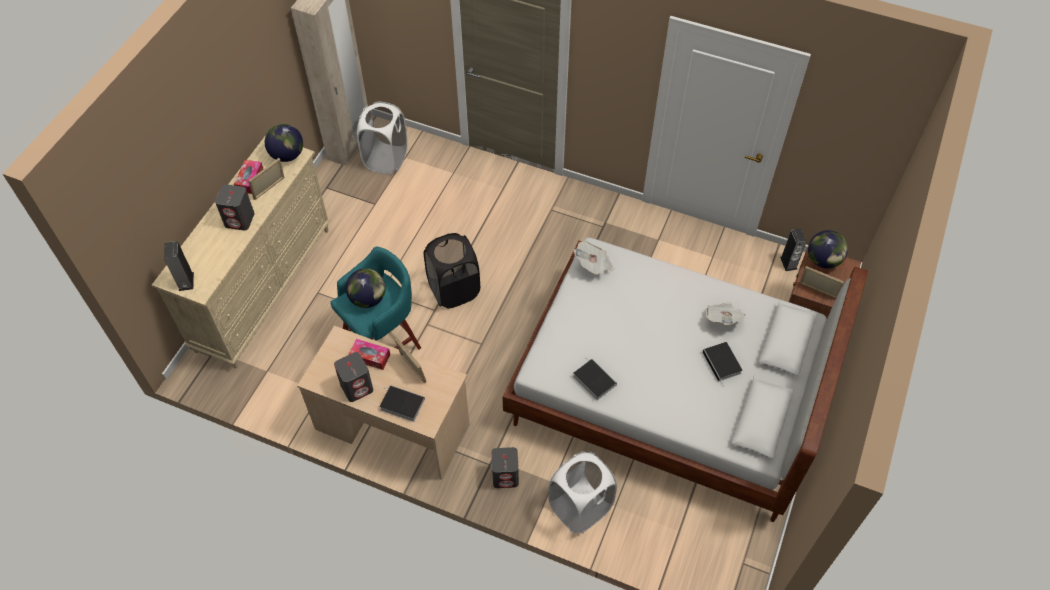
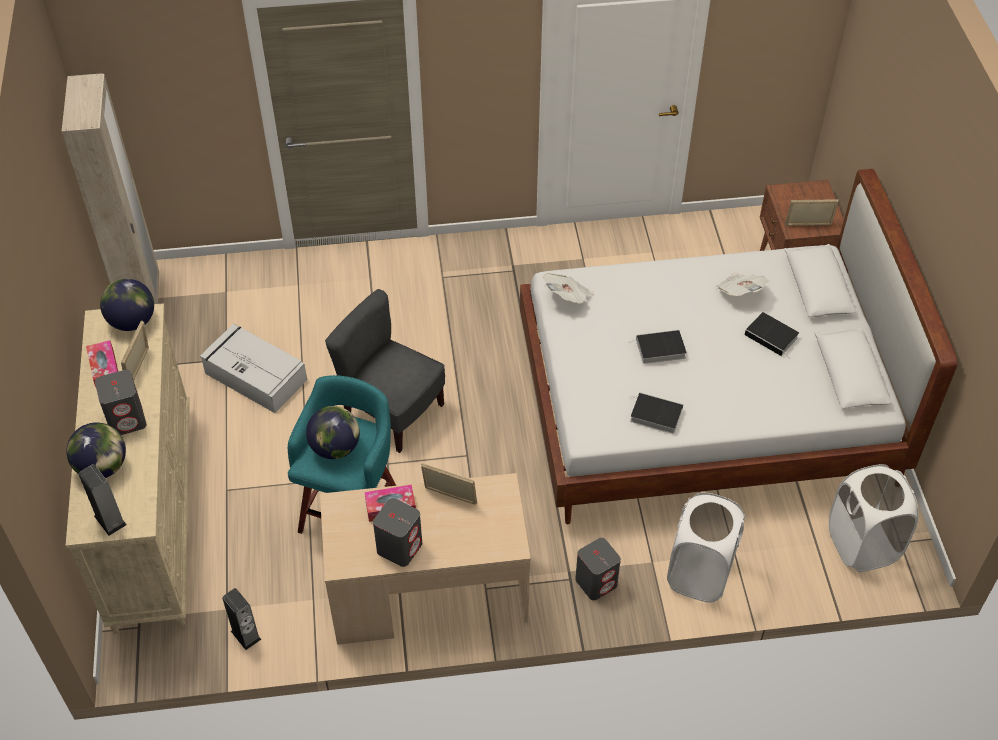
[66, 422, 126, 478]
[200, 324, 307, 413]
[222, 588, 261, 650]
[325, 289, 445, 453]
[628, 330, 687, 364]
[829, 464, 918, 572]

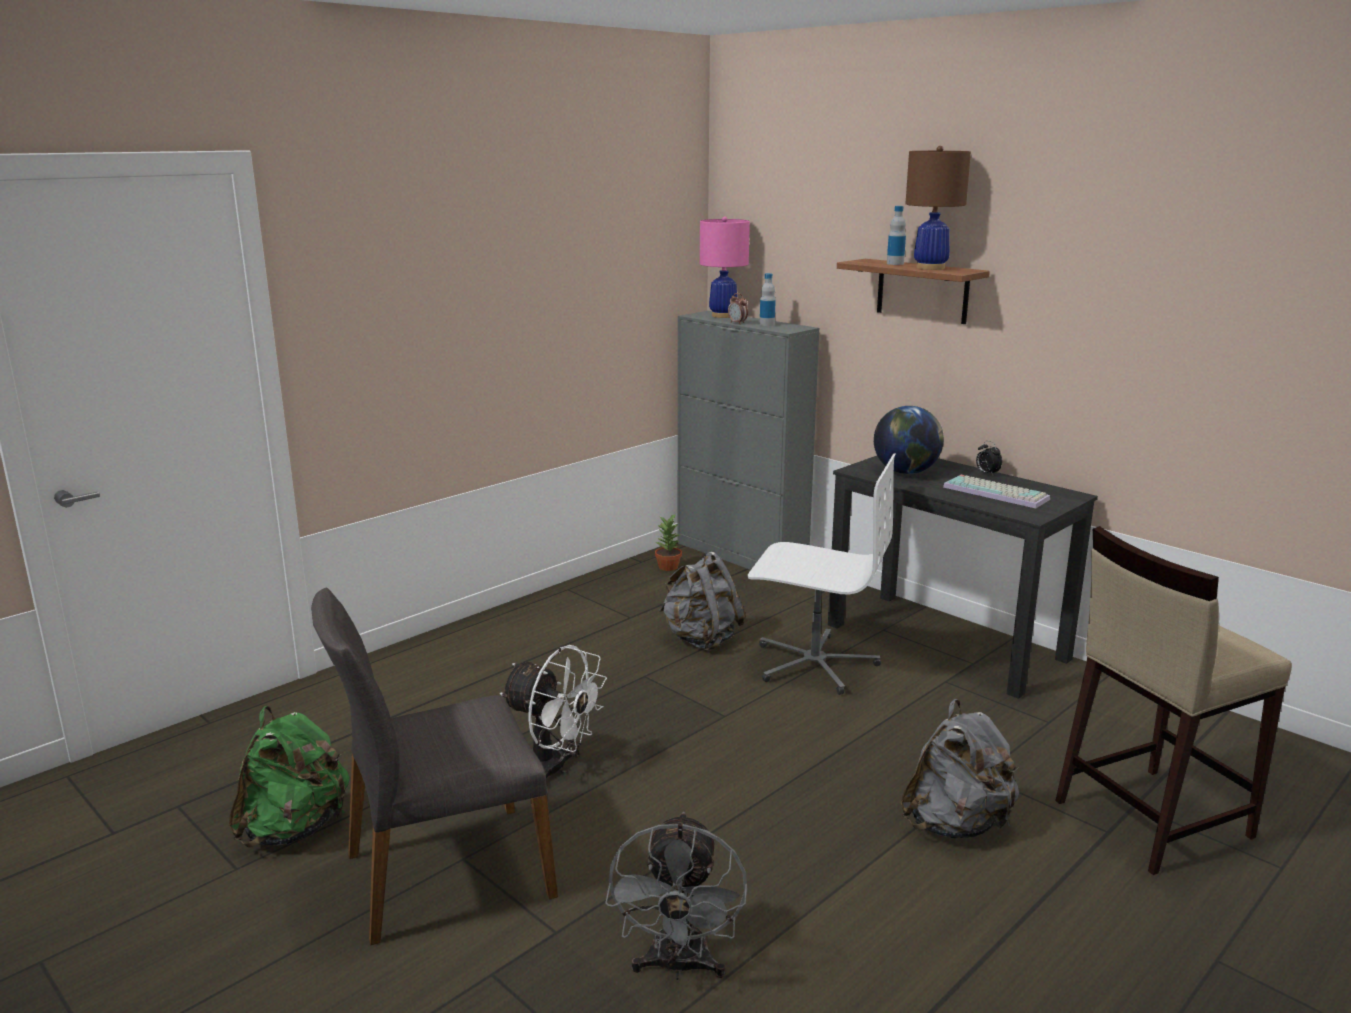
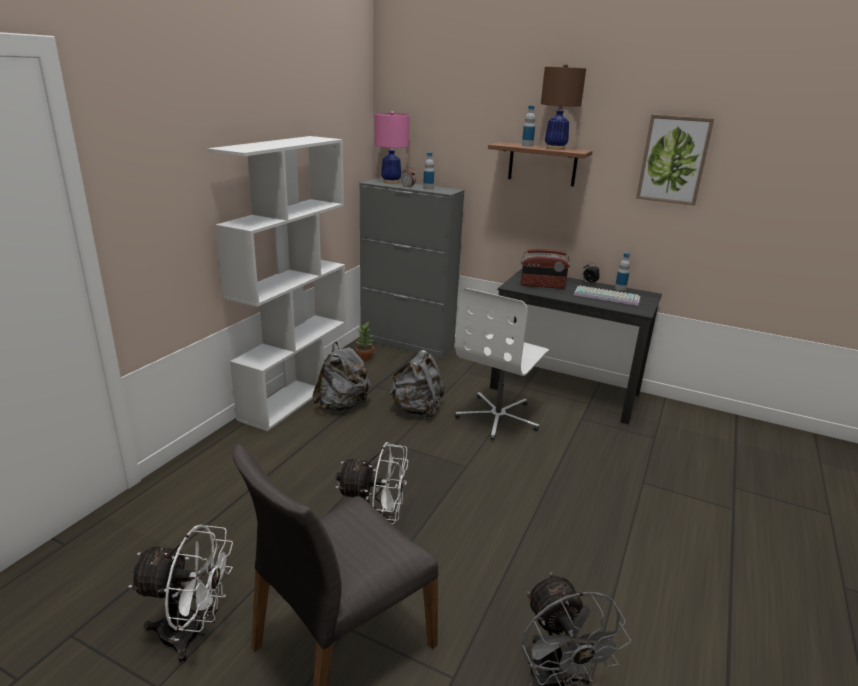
[128, 524, 233, 664]
[207, 136, 346, 431]
[312, 342, 371, 411]
[455, 288, 549, 440]
[521, 249, 570, 289]
[615, 253, 630, 291]
[636, 114, 714, 206]
[1055, 526, 1292, 875] (first image)

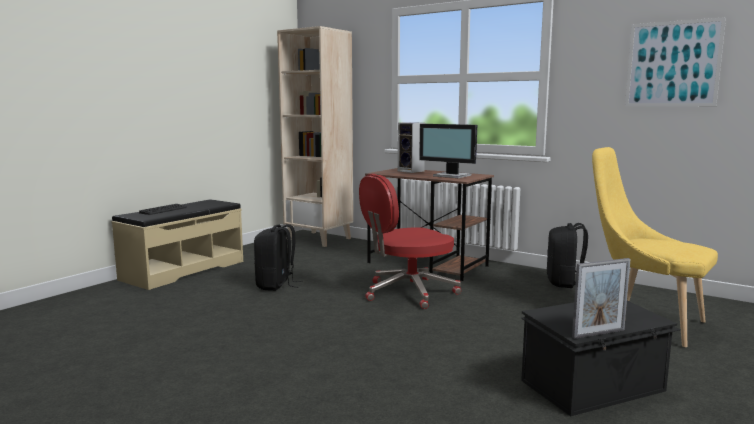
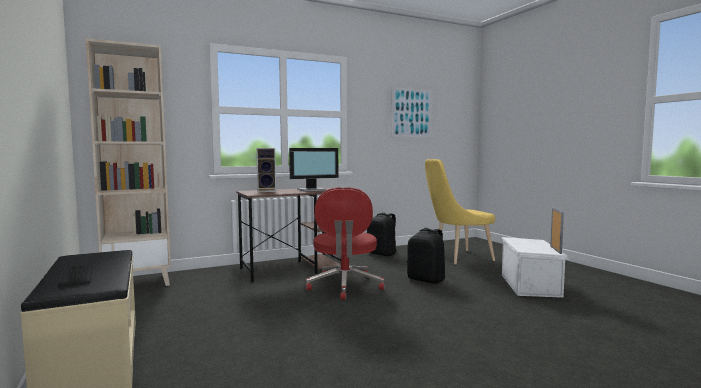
[407, 228, 445, 284]
[502, 237, 570, 298]

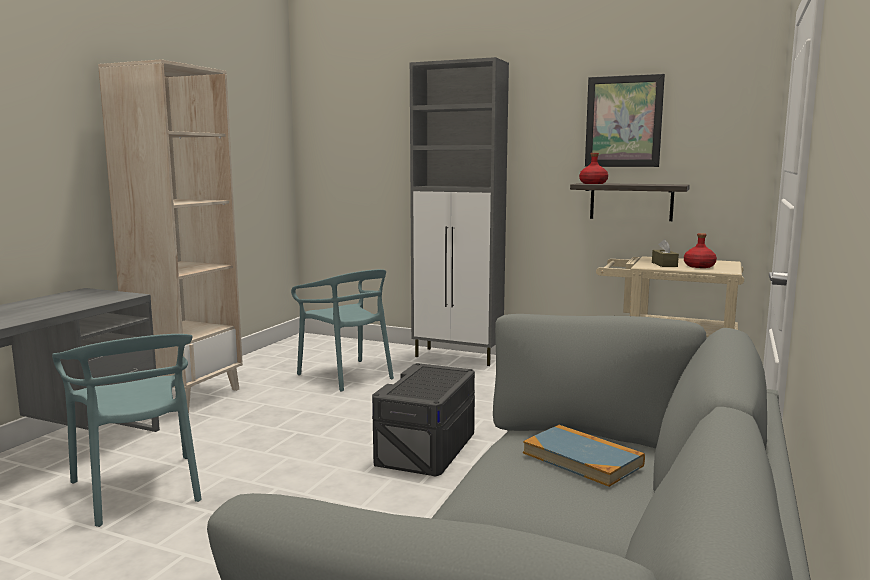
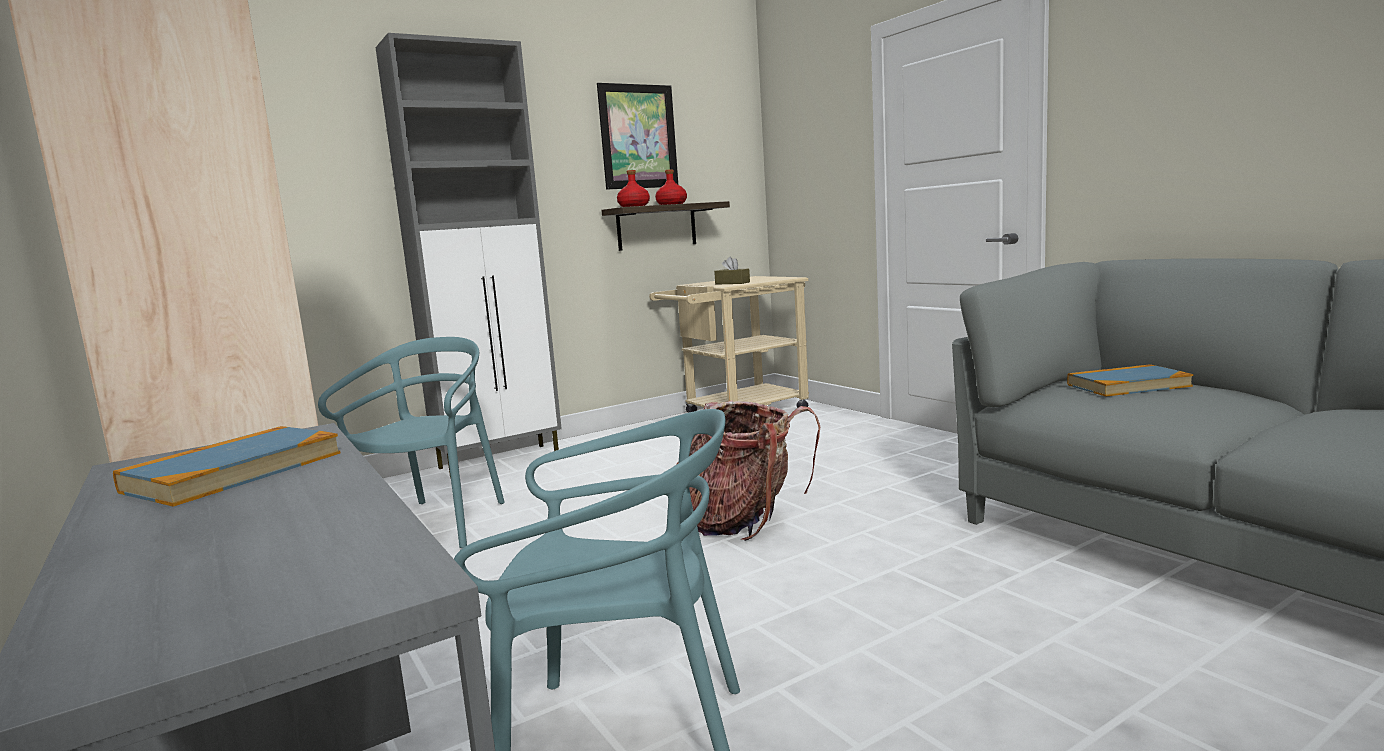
[113, 426, 340, 507]
[318, 337, 505, 548]
[655, 169, 687, 205]
[676, 400, 820, 541]

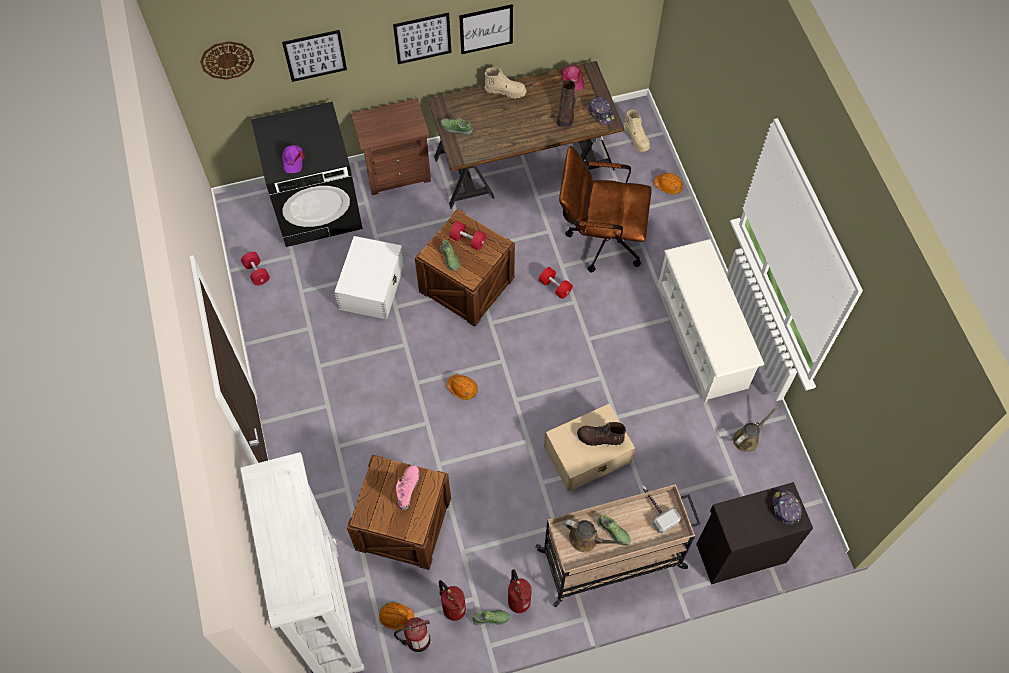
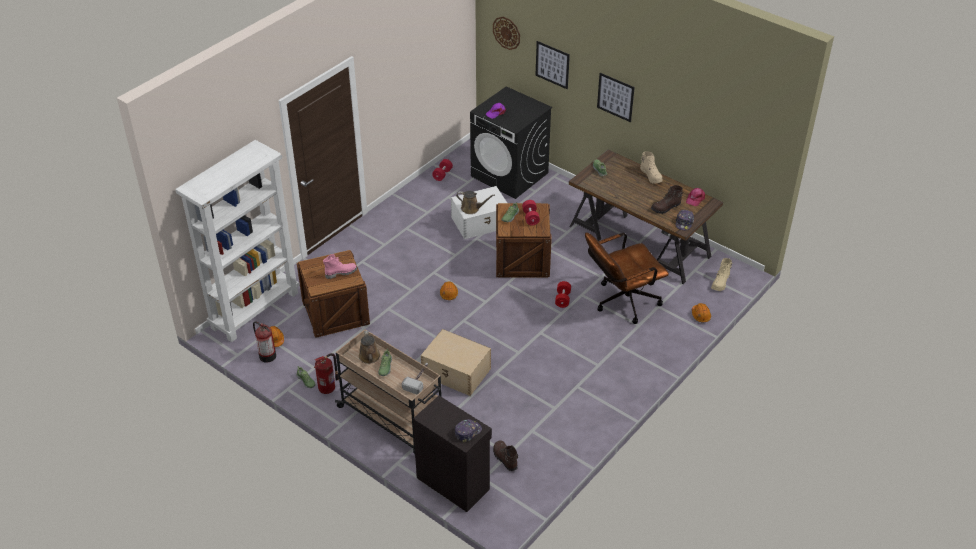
[456, 191, 495, 214]
[493, 440, 518, 471]
[585, 232, 669, 324]
[351, 98, 431, 195] (first image)
[439, 580, 466, 621] (first image)
[459, 4, 513, 54] (first image)
[658, 239, 764, 402] (first image)

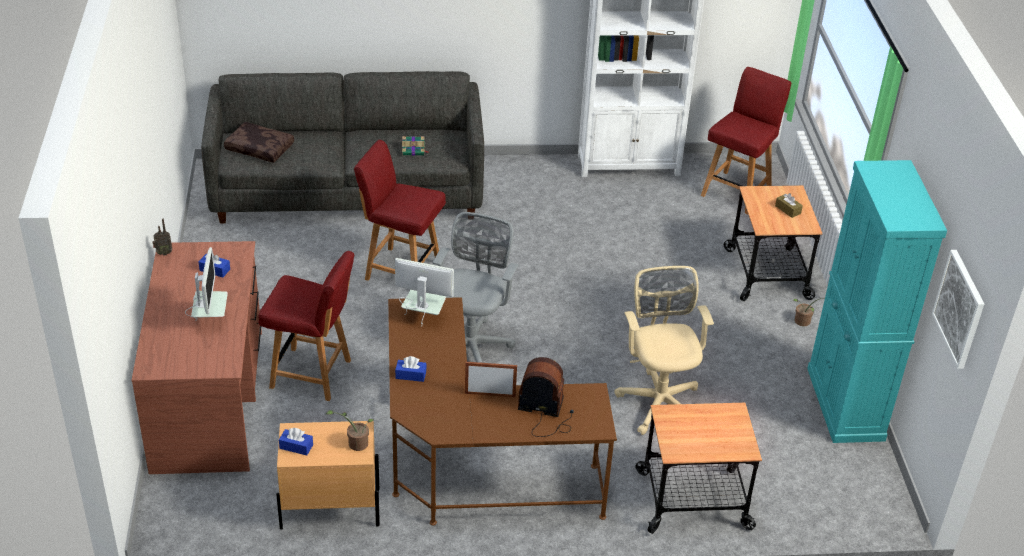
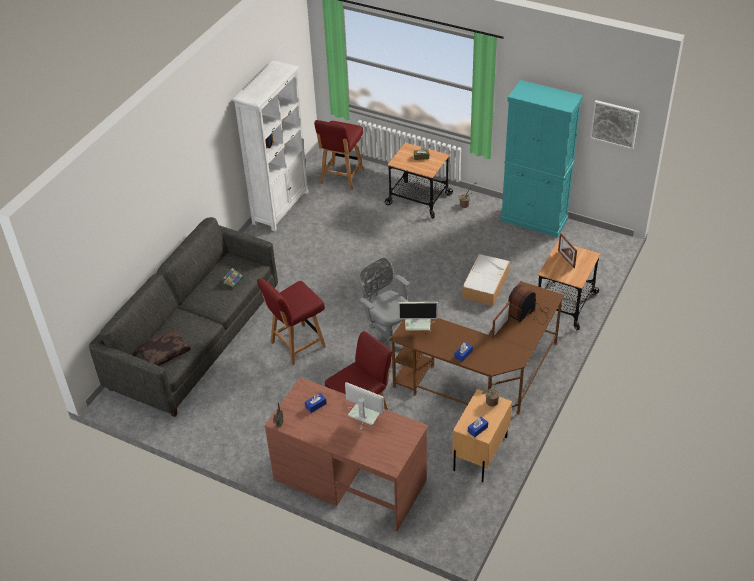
[314, 120, 364, 190]
[398, 302, 438, 330]
[462, 254, 509, 306]
[558, 233, 577, 268]

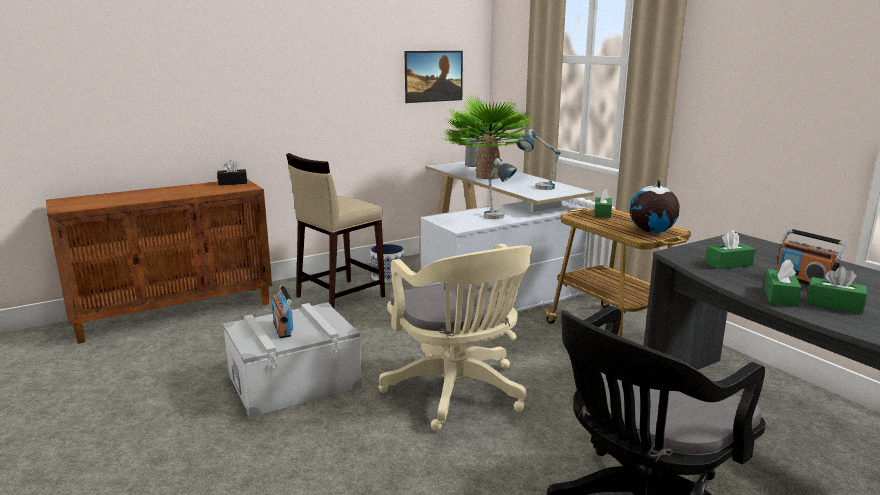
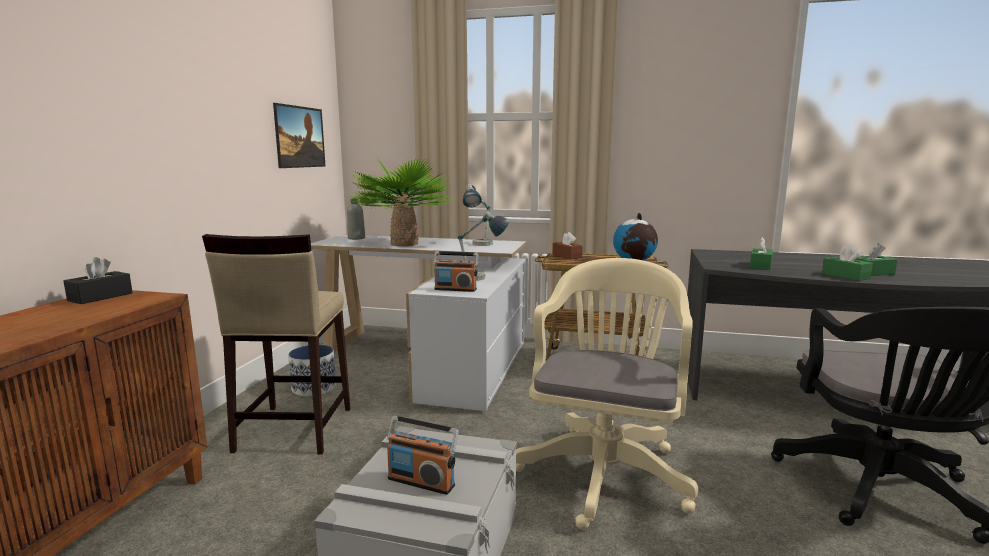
[433, 251, 479, 292]
[516, 258, 698, 530]
[553, 232, 583, 259]

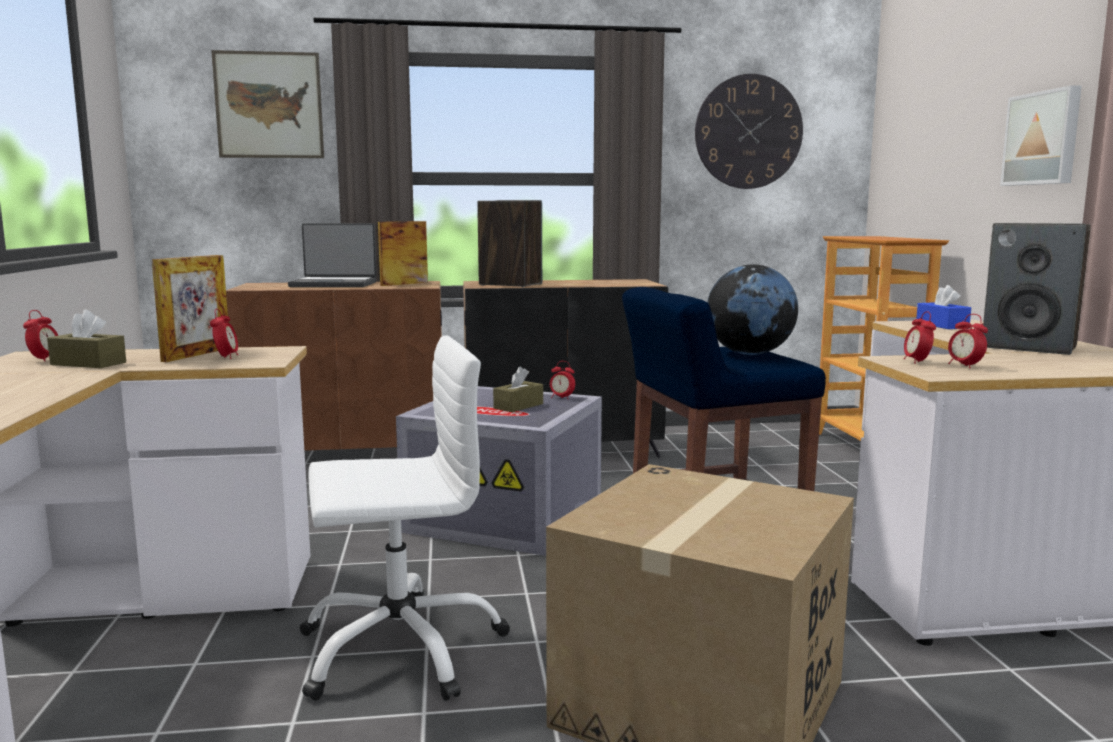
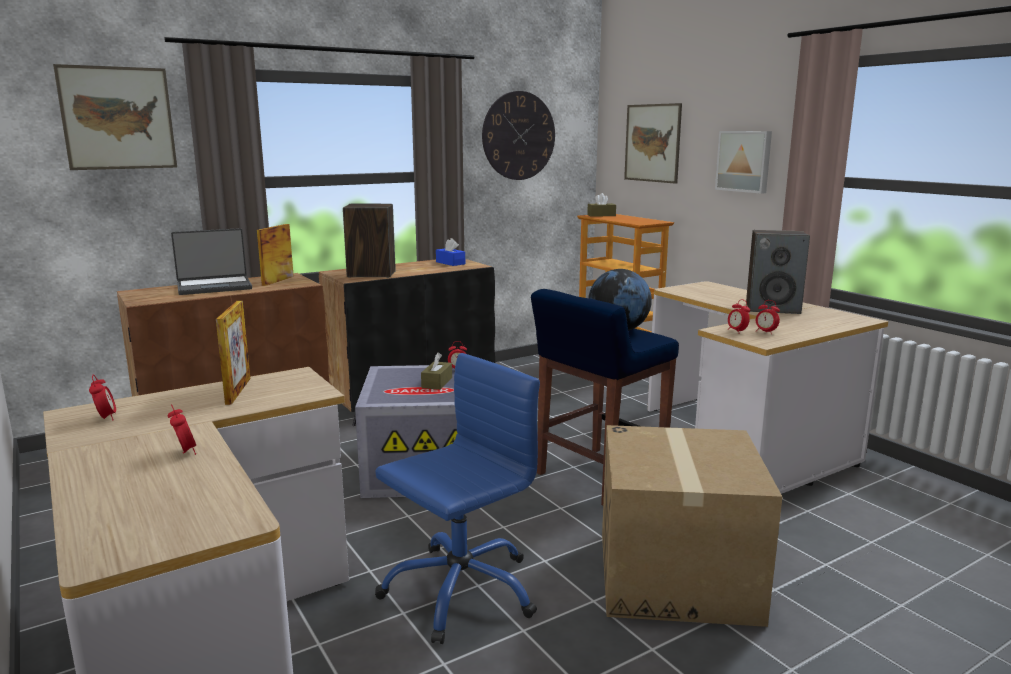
[168, 404, 196, 455]
[375, 353, 540, 644]
[436, 238, 465, 266]
[587, 193, 616, 217]
[624, 103, 682, 184]

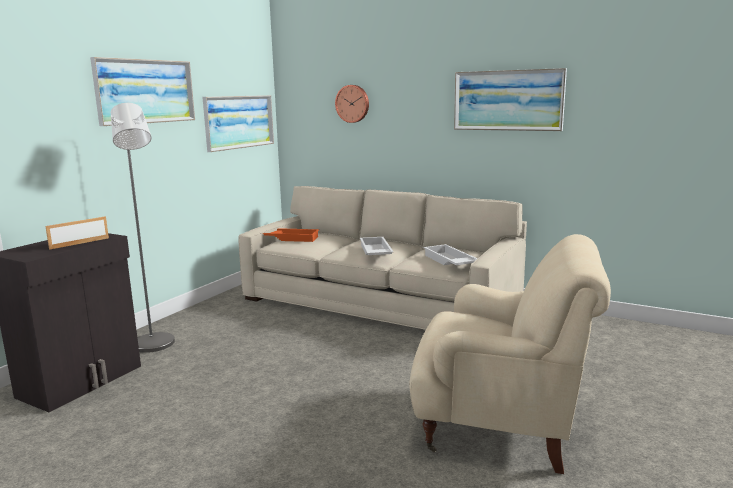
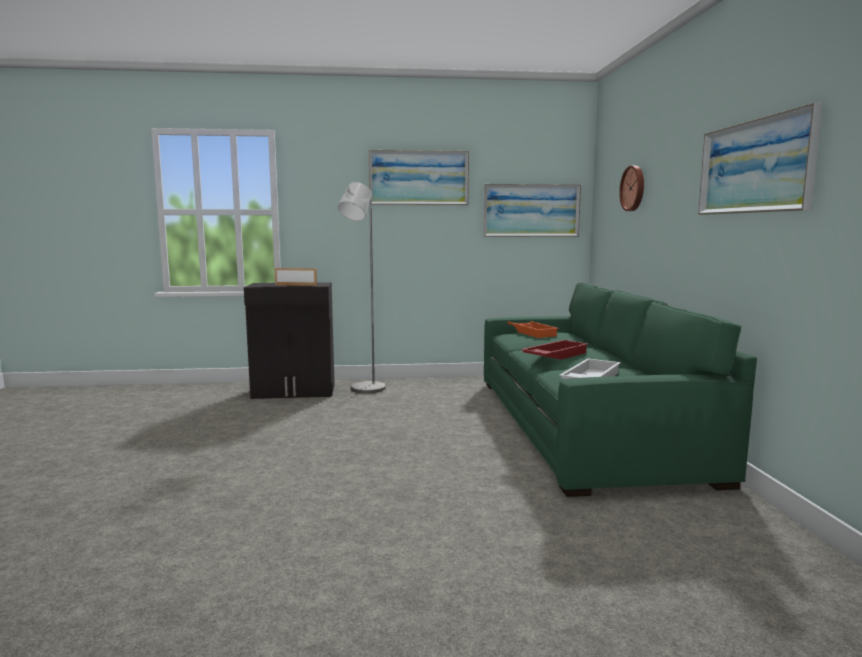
[484, 283, 757, 497]
[521, 340, 589, 360]
[409, 234, 611, 474] (first image)

